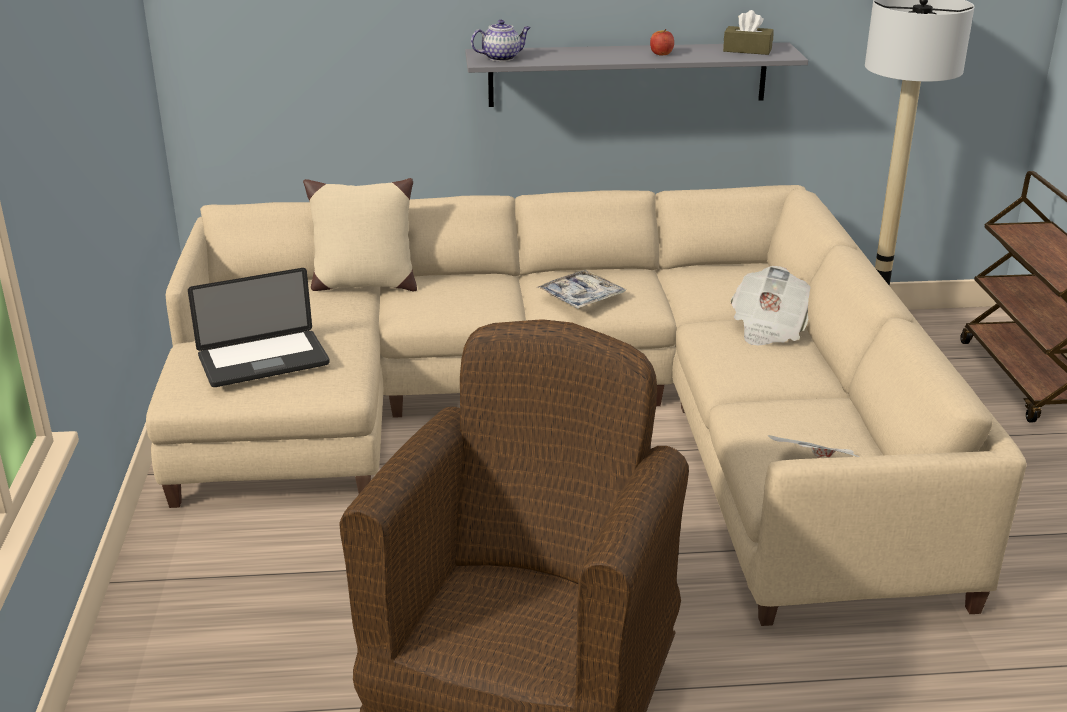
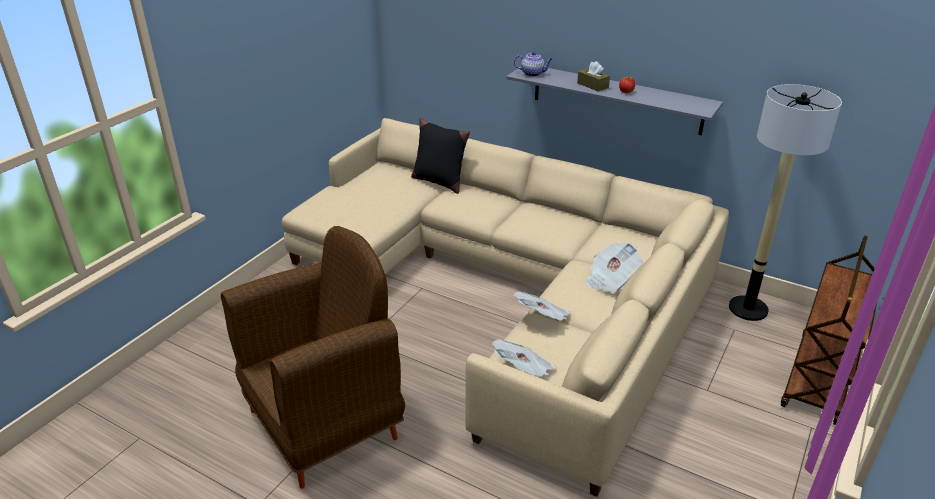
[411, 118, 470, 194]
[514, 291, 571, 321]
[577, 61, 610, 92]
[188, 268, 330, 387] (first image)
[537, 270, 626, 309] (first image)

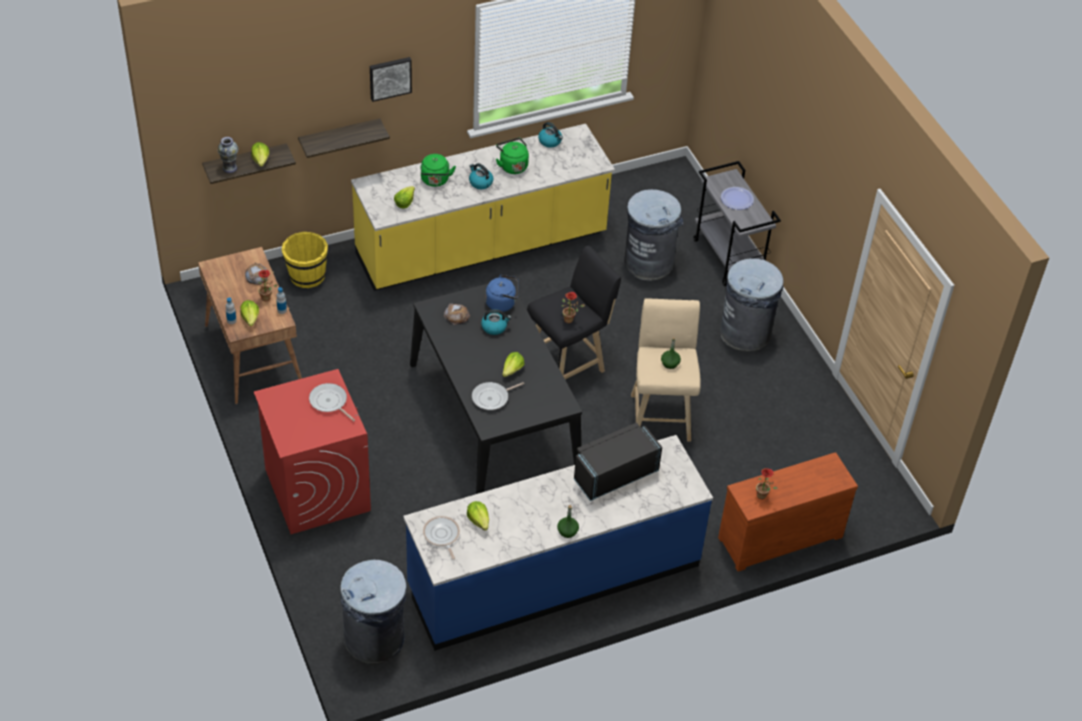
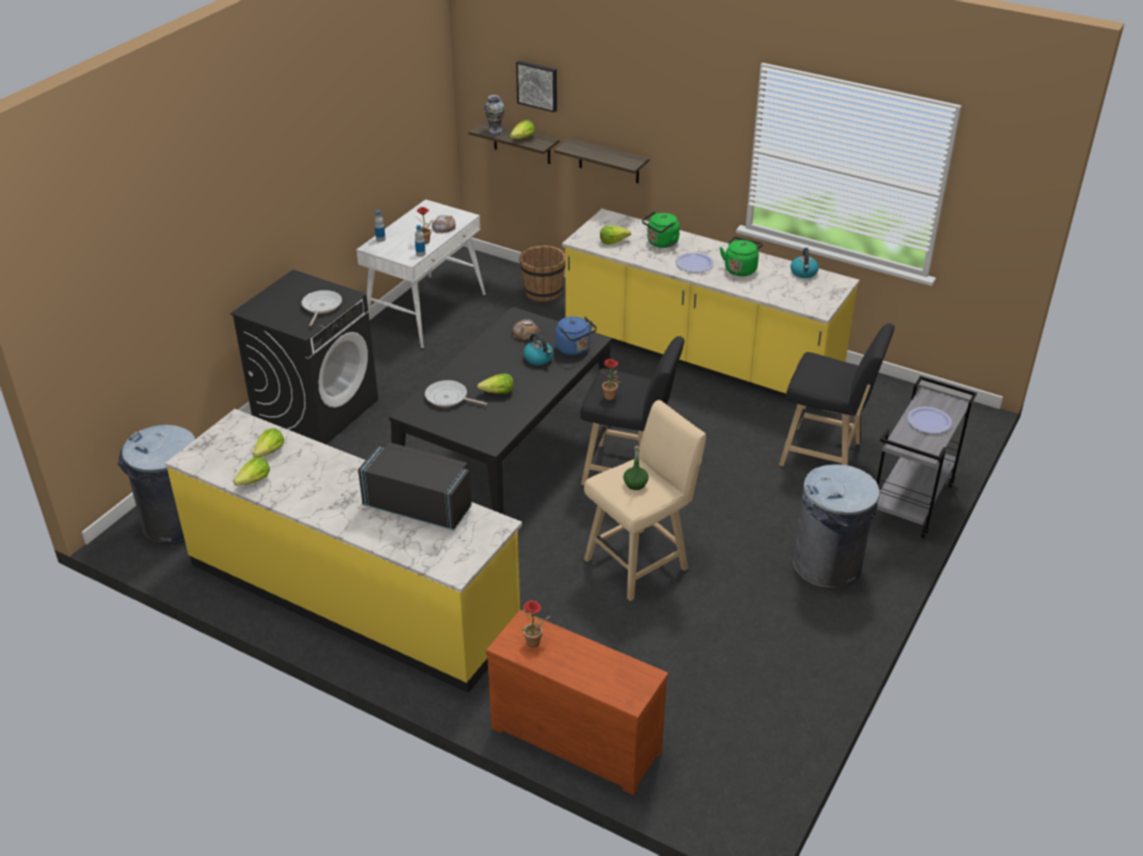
[165, 409, 522, 693]
[230, 270, 378, 444]
[233, 457, 270, 486]
[356, 199, 486, 348]
[516, 60, 557, 113]
[519, 245, 565, 302]
[675, 252, 714, 272]
[779, 323, 895, 466]
[423, 516, 460, 559] (first image)
[557, 505, 579, 538] (first image)

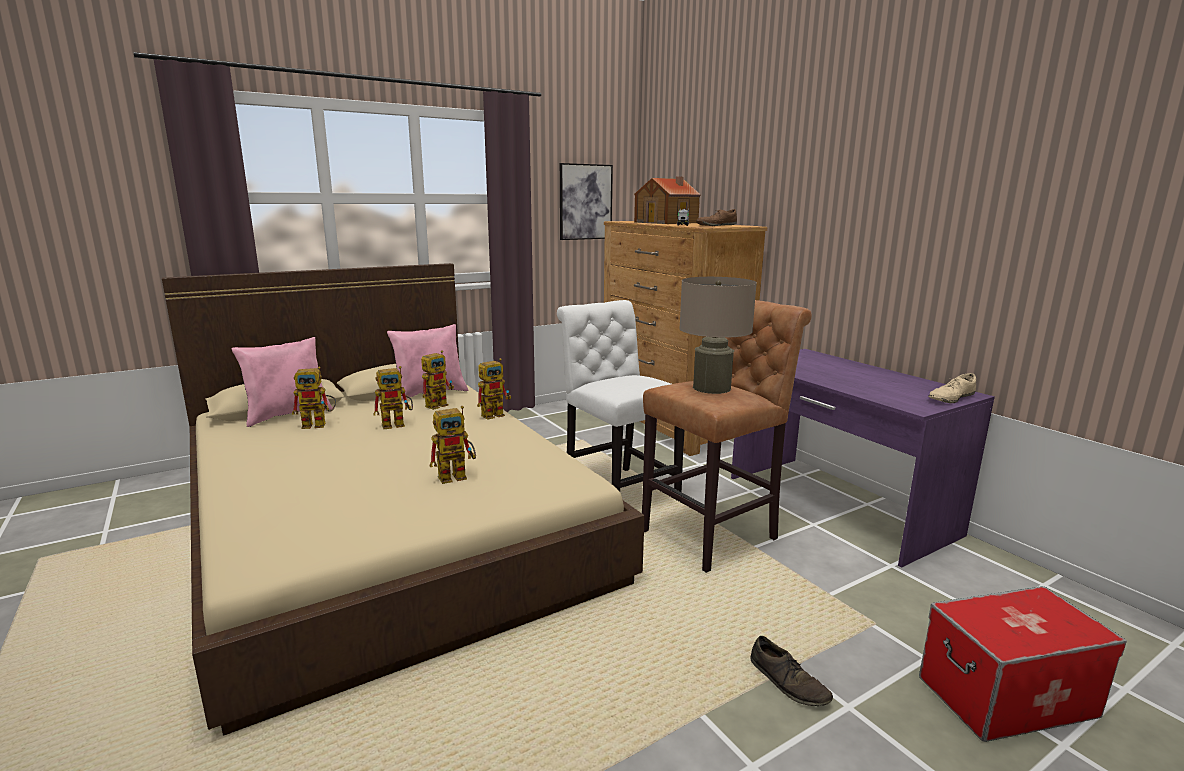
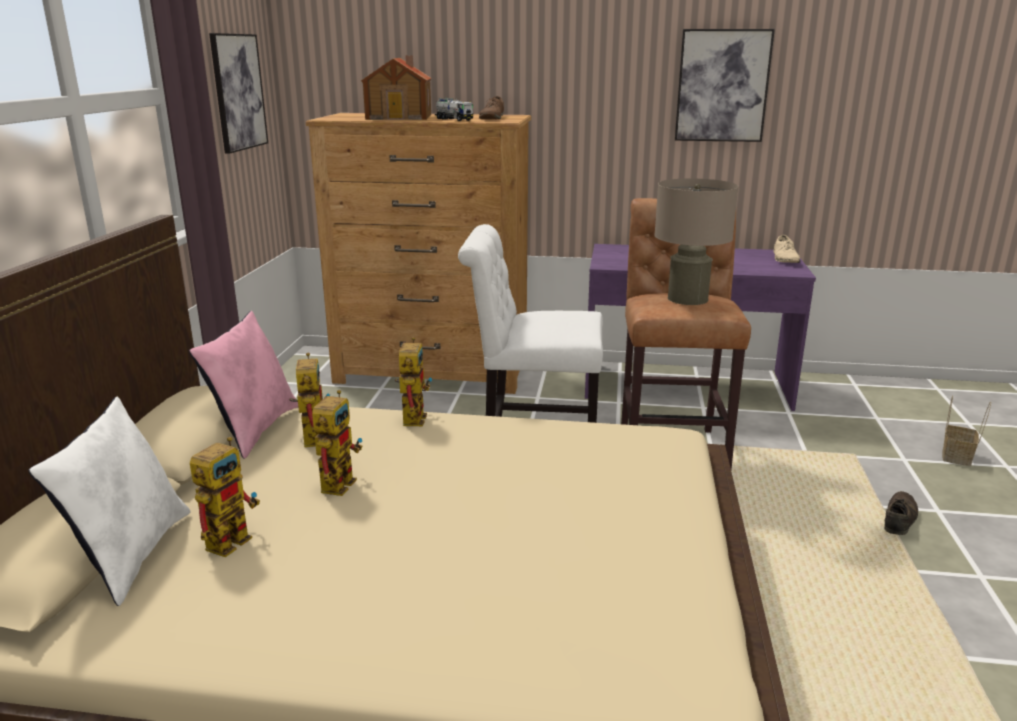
[28, 397, 191, 606]
[675, 29, 775, 142]
[884, 491, 918, 535]
[942, 395, 991, 466]
[430, 406, 476, 484] (first image)

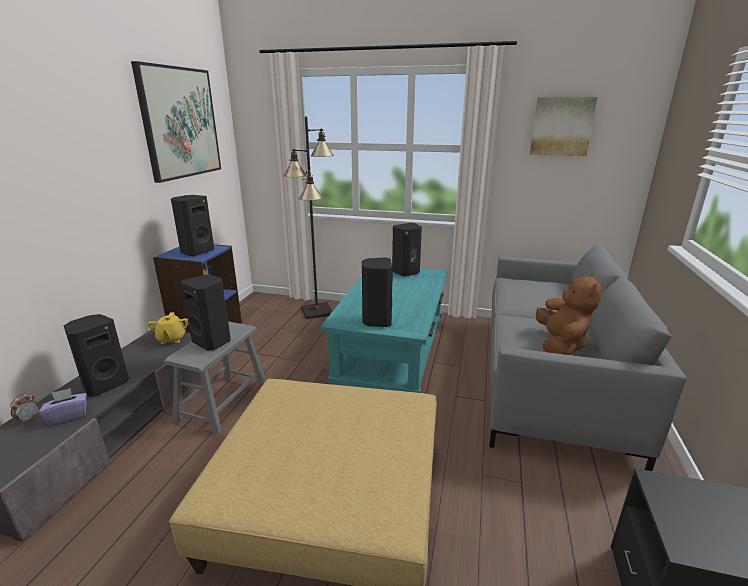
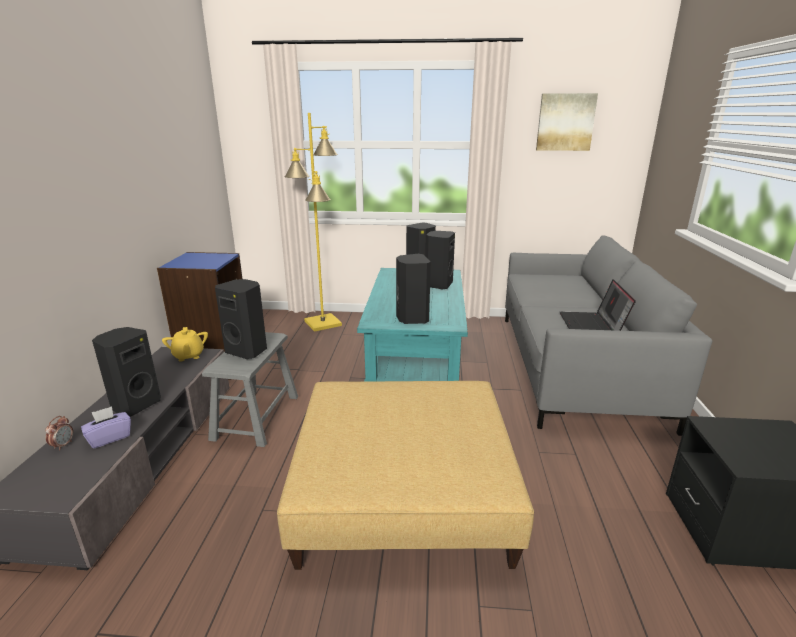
[284, 113, 342, 332]
[426, 231, 455, 290]
[560, 279, 636, 331]
[131, 61, 221, 183] (first image)

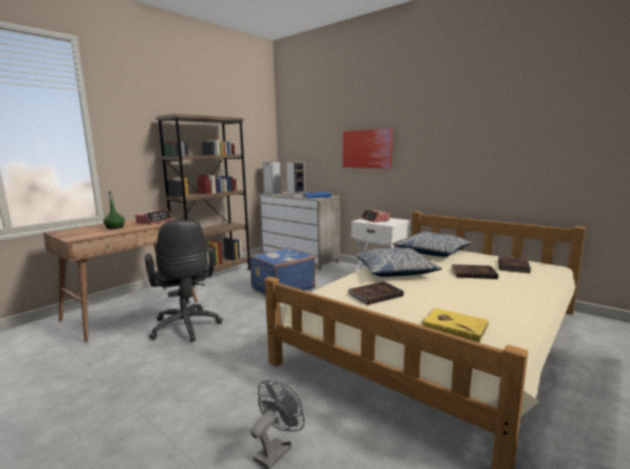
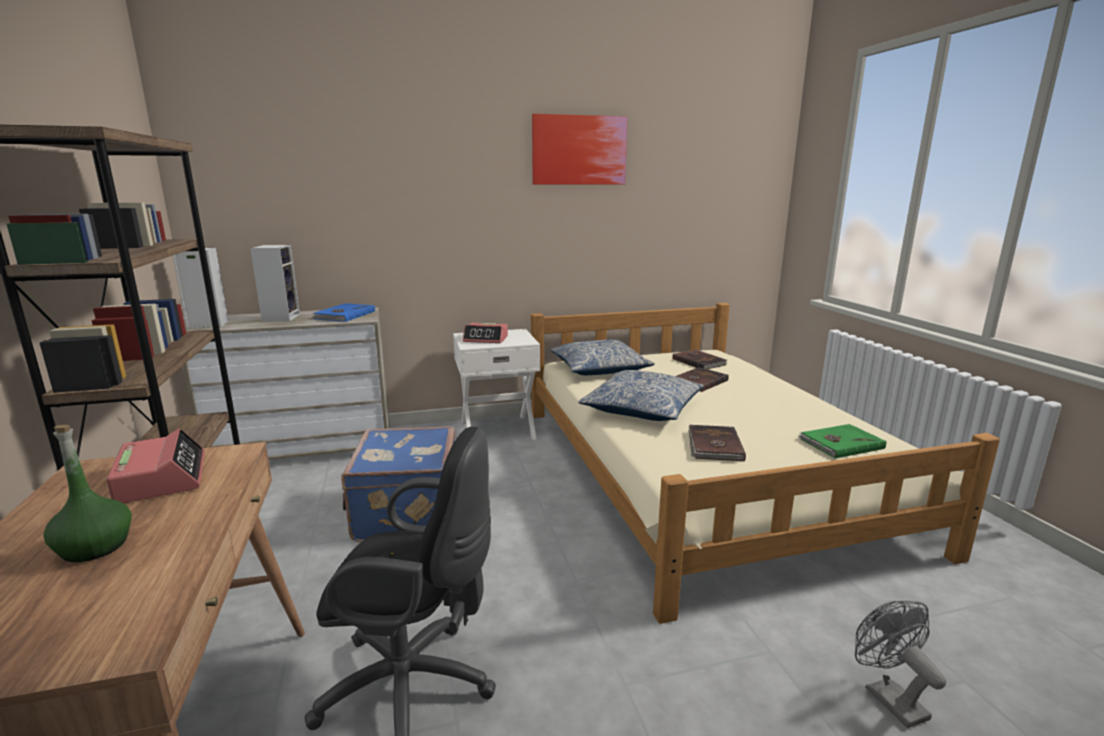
[532, 114, 628, 184]
[798, 424, 886, 458]

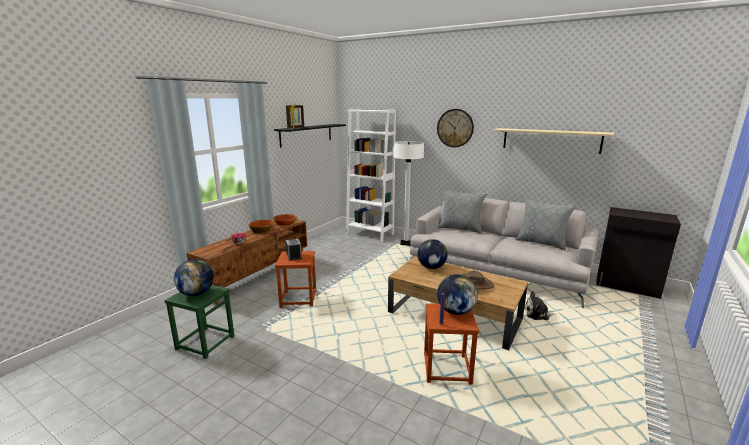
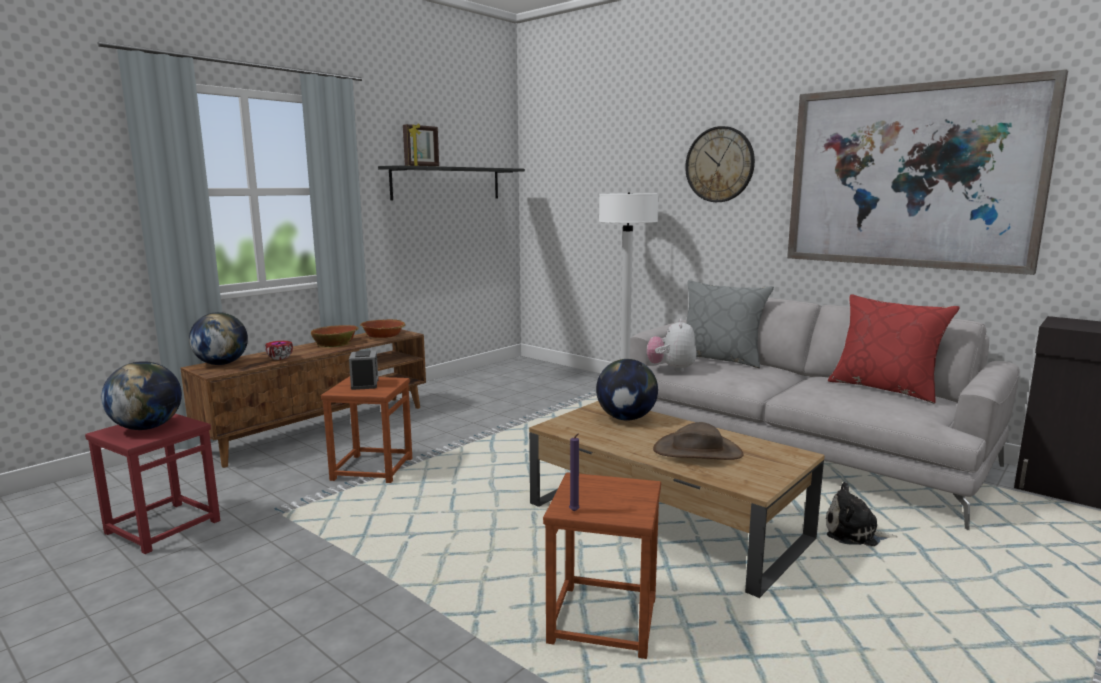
[85, 414, 220, 554]
[189, 312, 248, 365]
[647, 319, 697, 372]
[787, 70, 1068, 275]
[828, 294, 960, 404]
[346, 109, 396, 242] (first image)

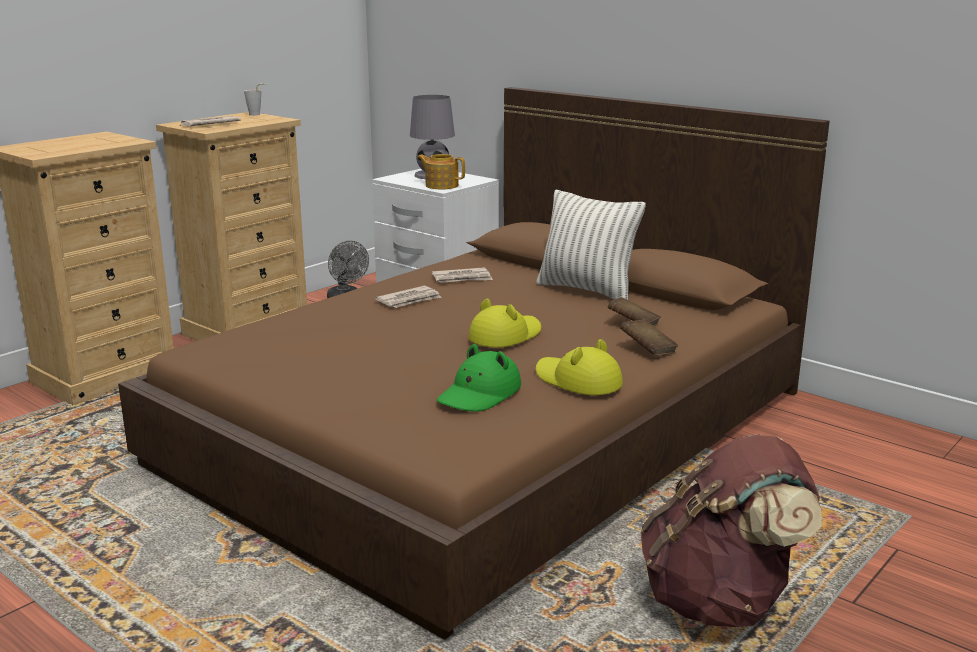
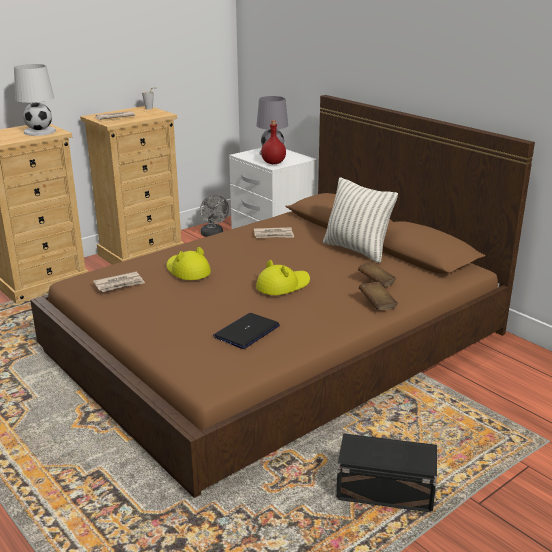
[14, 64, 56, 136]
[93, 272, 145, 292]
[167, 247, 211, 280]
[213, 313, 280, 349]
[261, 120, 286, 164]
[336, 433, 437, 513]

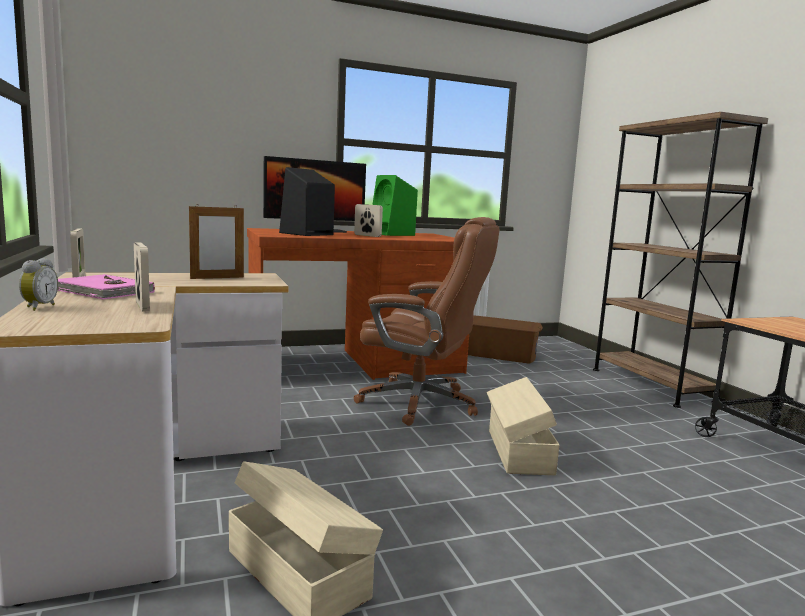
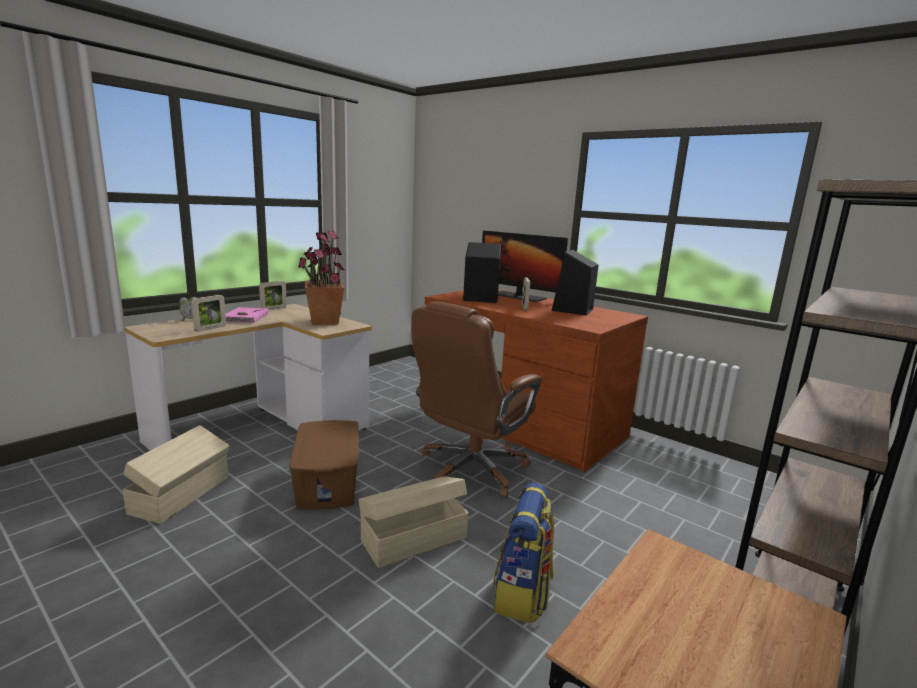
[289, 420, 359, 510]
[298, 231, 345, 325]
[411, 301, 543, 498]
[493, 482, 554, 624]
[552, 250, 599, 315]

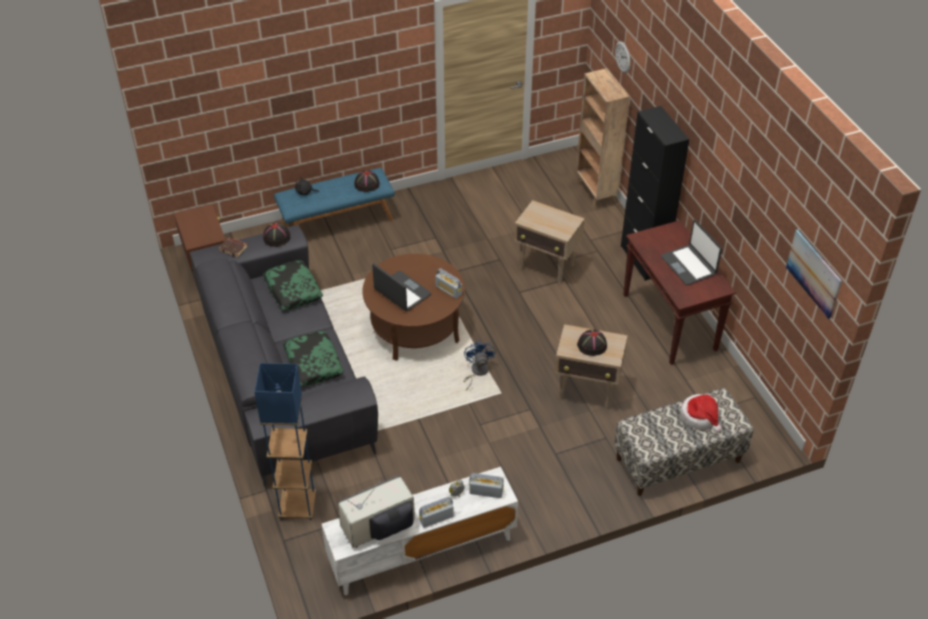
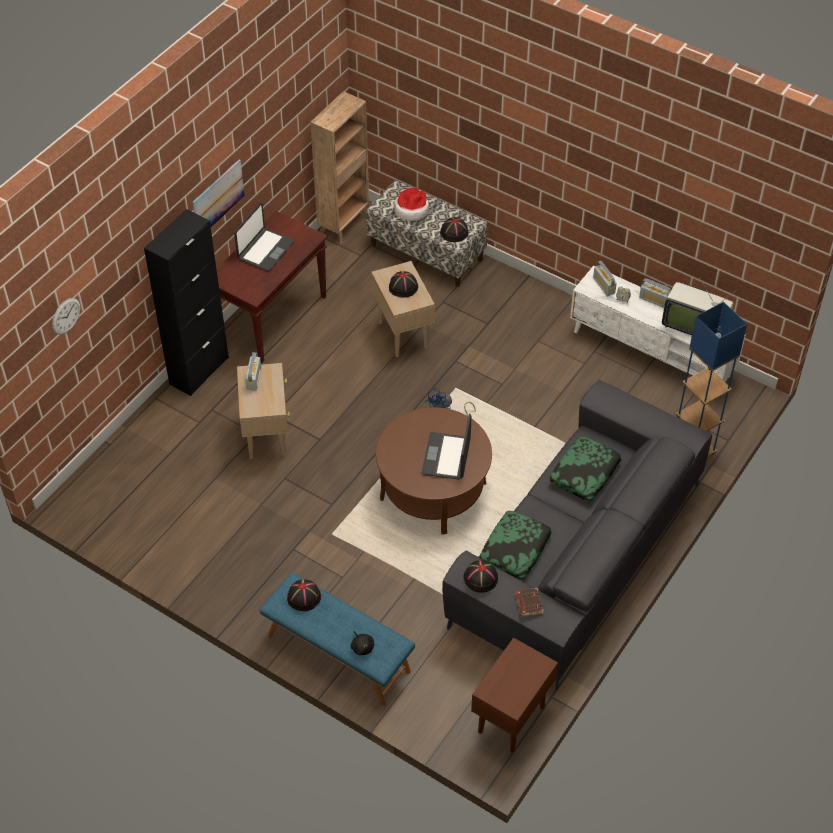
[193, 159, 245, 227]
[245, 352, 261, 391]
[310, 91, 369, 243]
[440, 217, 469, 242]

